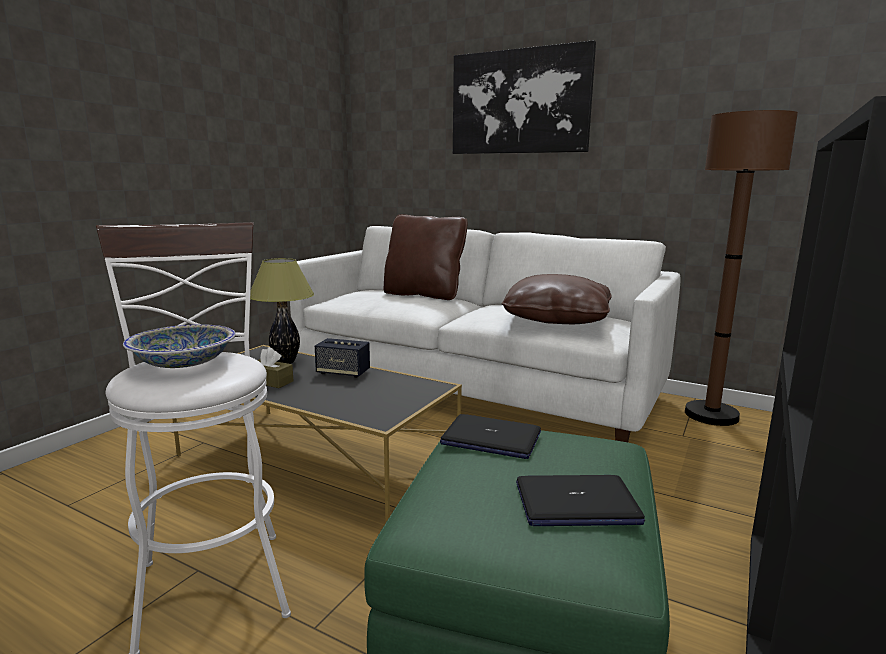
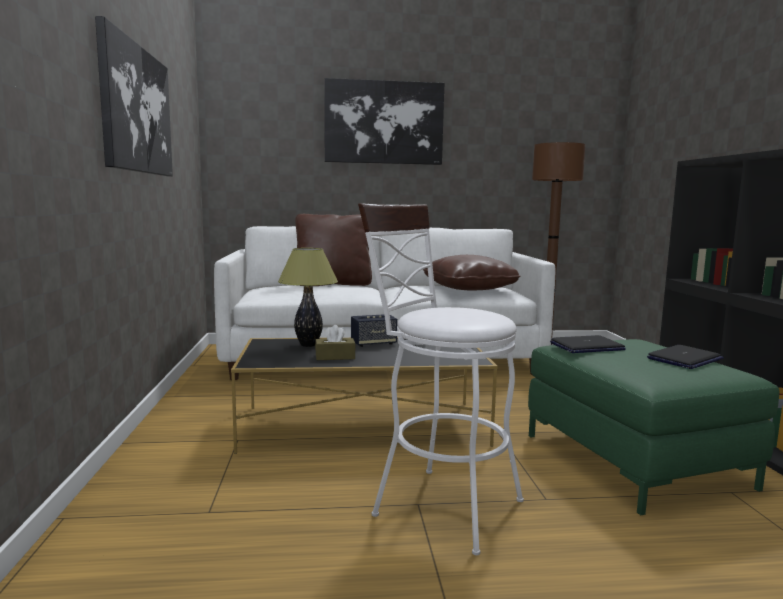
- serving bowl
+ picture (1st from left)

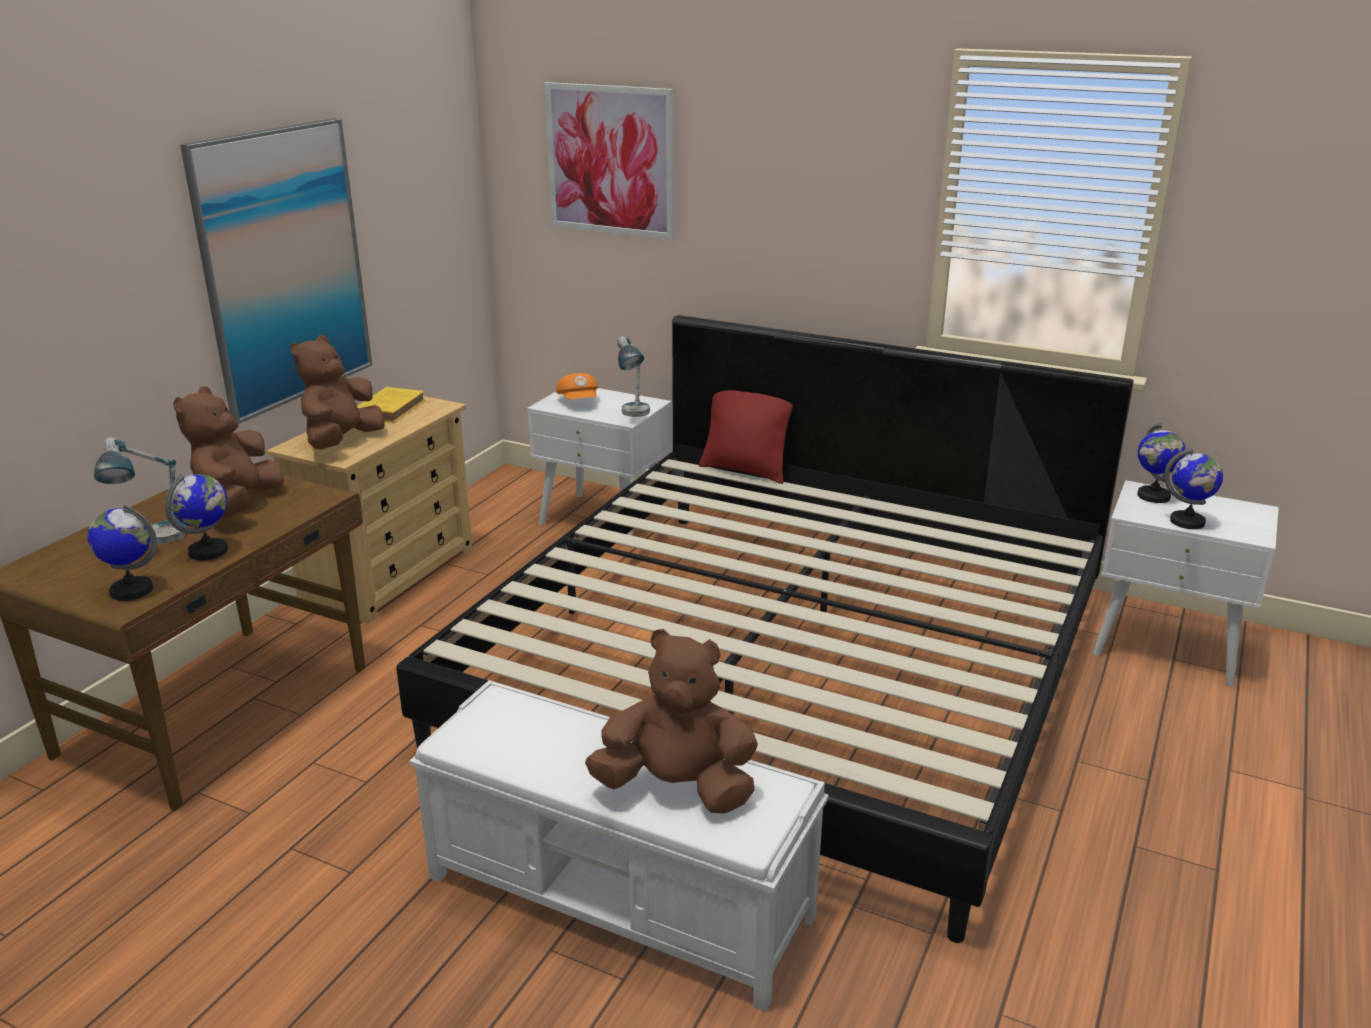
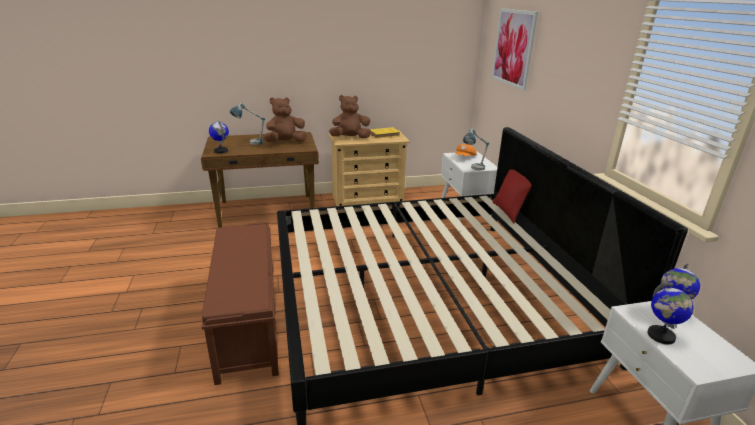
- world globe (2nd from left)
- picture (1st from left)
- brown-coloured plush toy (3rd from left)
~ whitish bench to brown-coloured bench

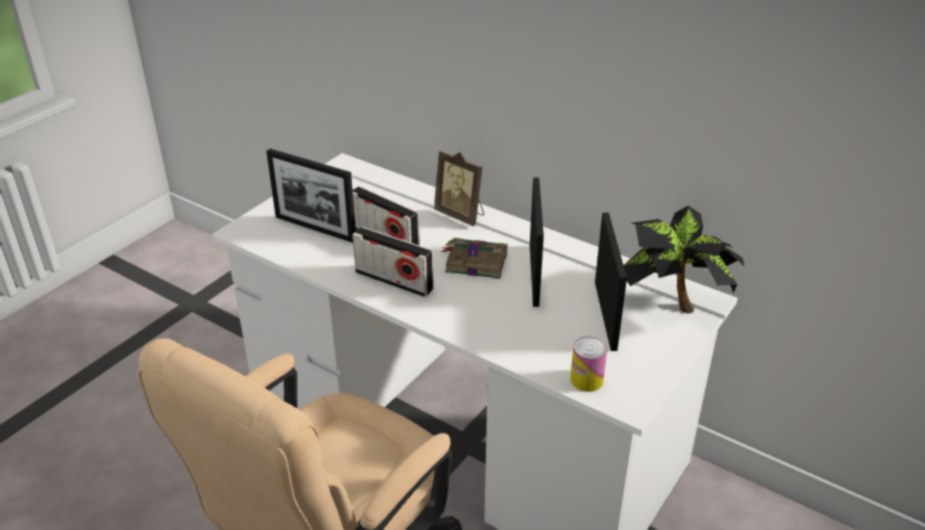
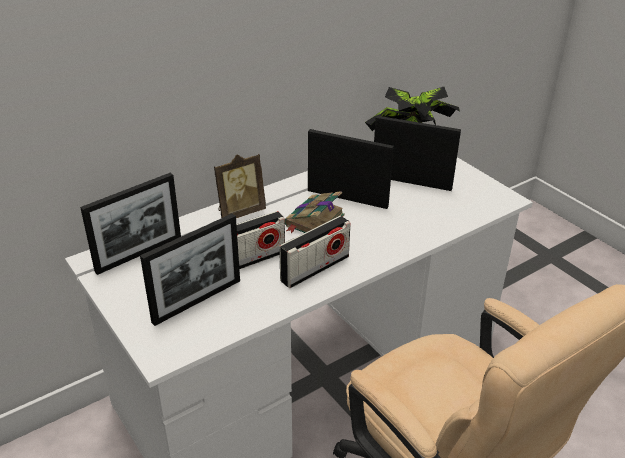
- metal can
+ standing frame (1st from left)

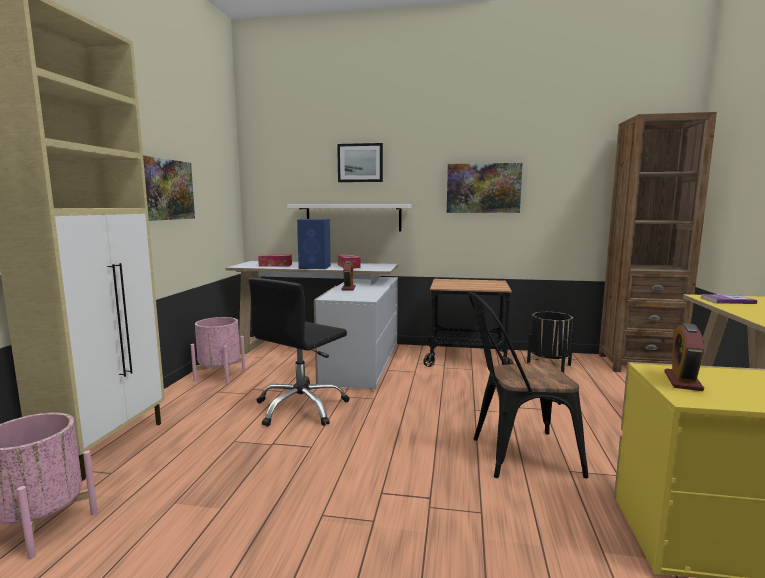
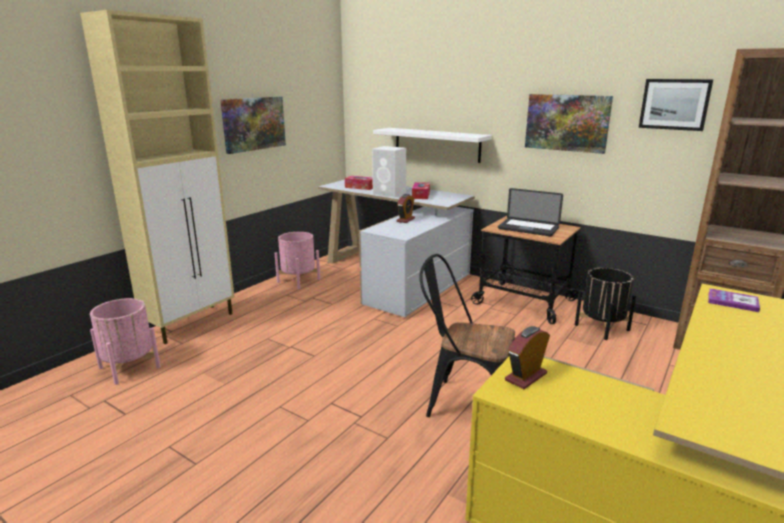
- black desk chair
+ laptop
~ picture (2nd from left in the first image) to picture (3rd from left)
~ blue speaker to whitish speaker

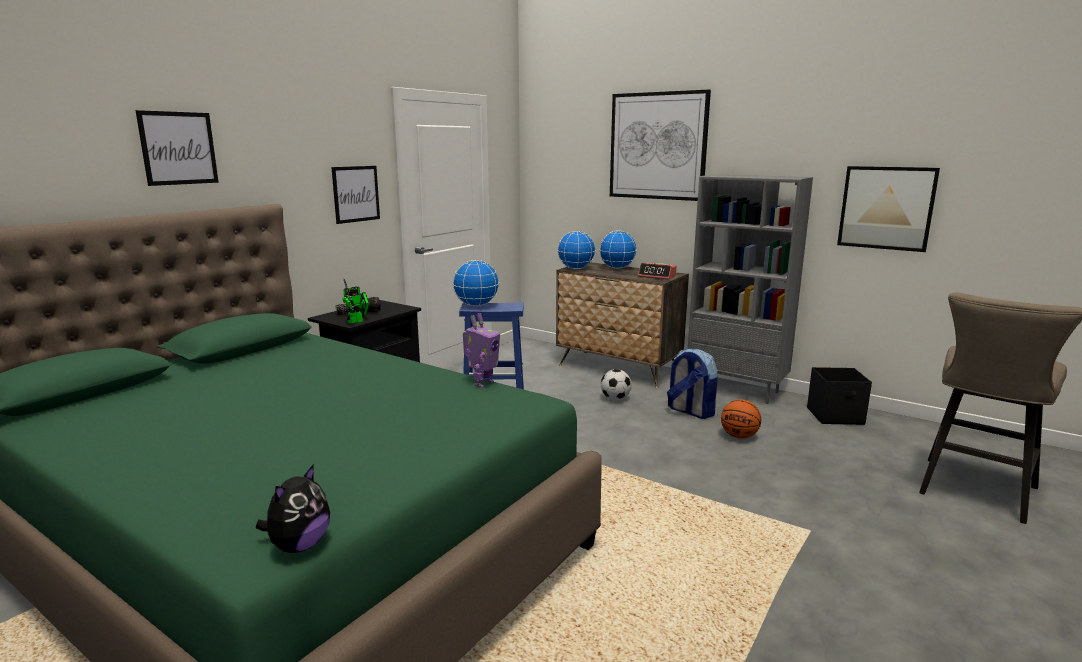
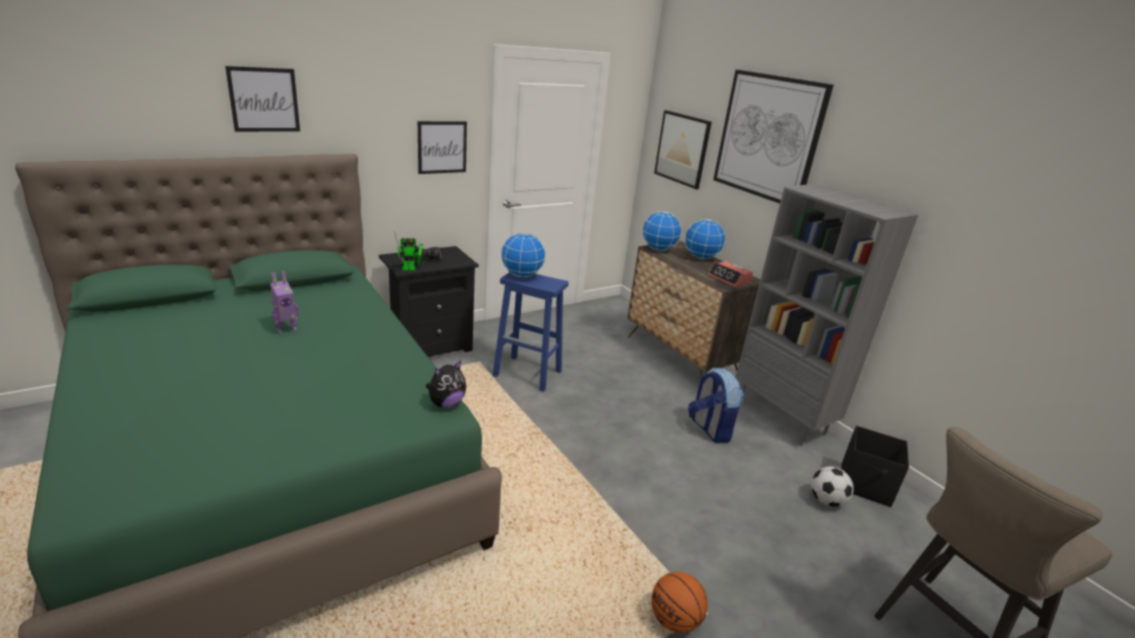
~ plush toy
~ robot figure (2nd from left in the first image) to robot figure (1st from left)
~ football ball
~ basketball ball
~ picture (4th from left in the first image) to picture (3rd from left)

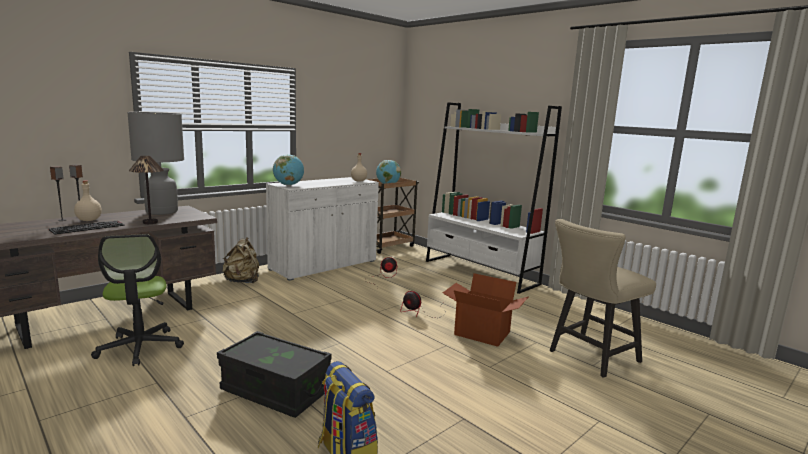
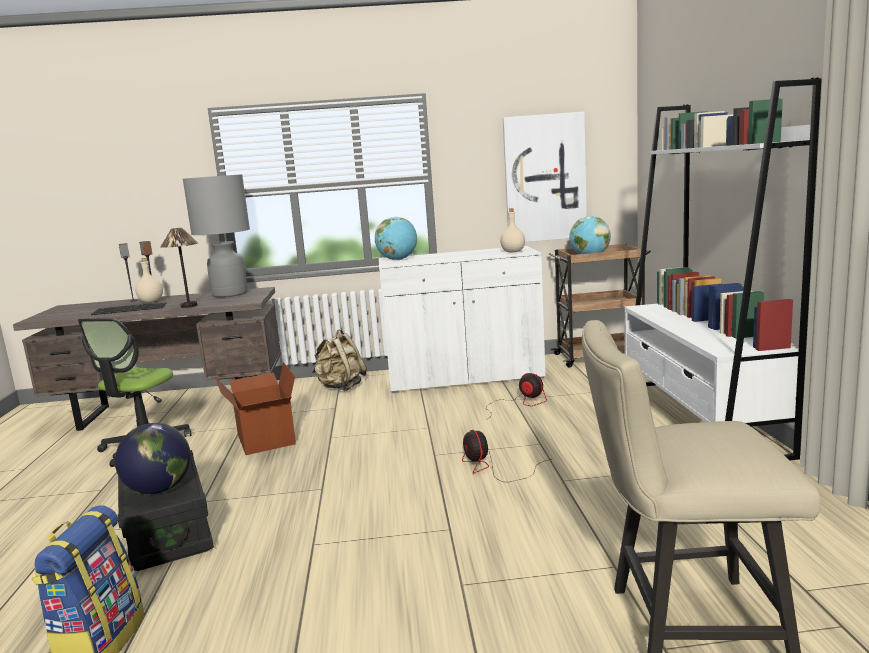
+ world globe (1st from left)
+ picture
~ carton

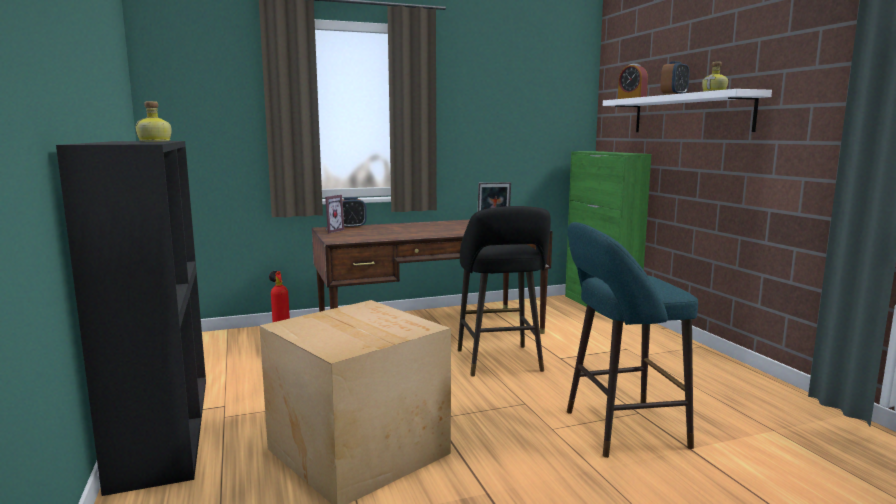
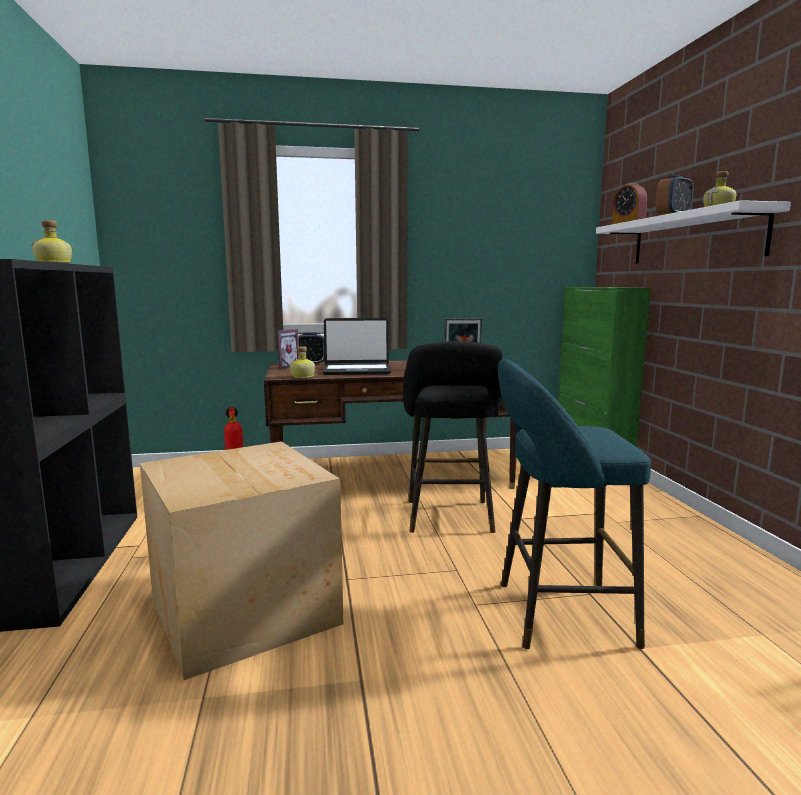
+ bottle (2nd from left)
+ laptop

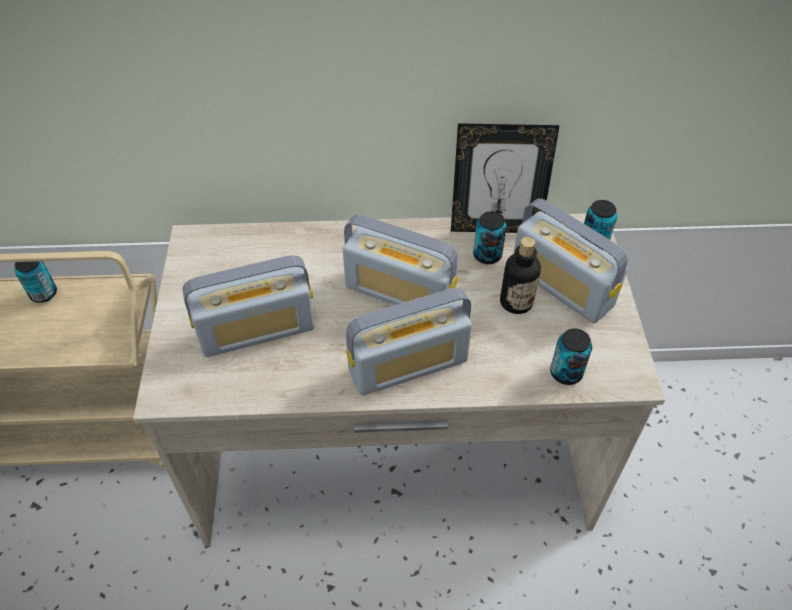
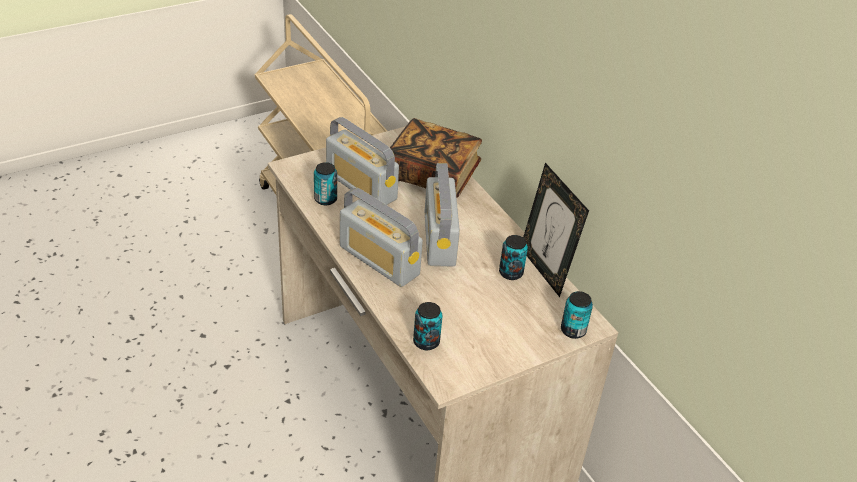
- bottle
- radio receiver (4th from left)
+ volume
~ metal can (1st from left)

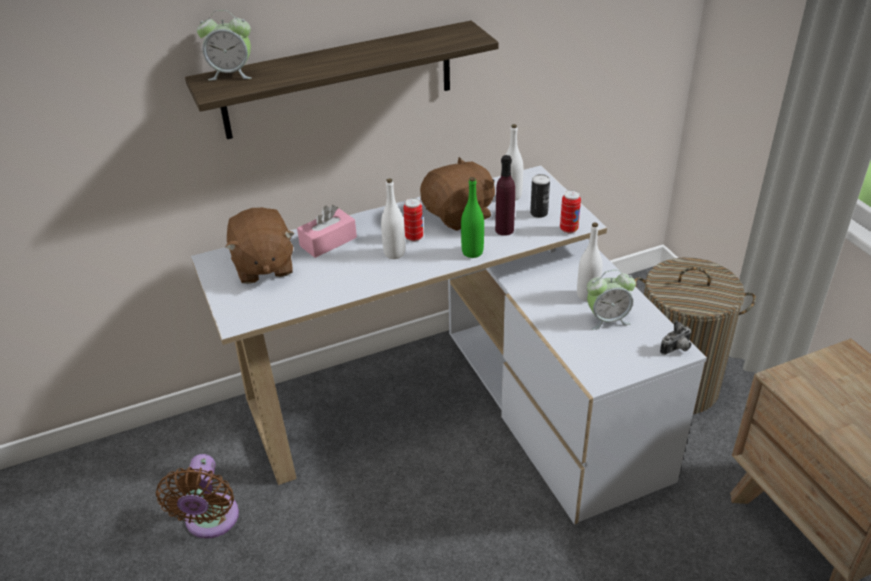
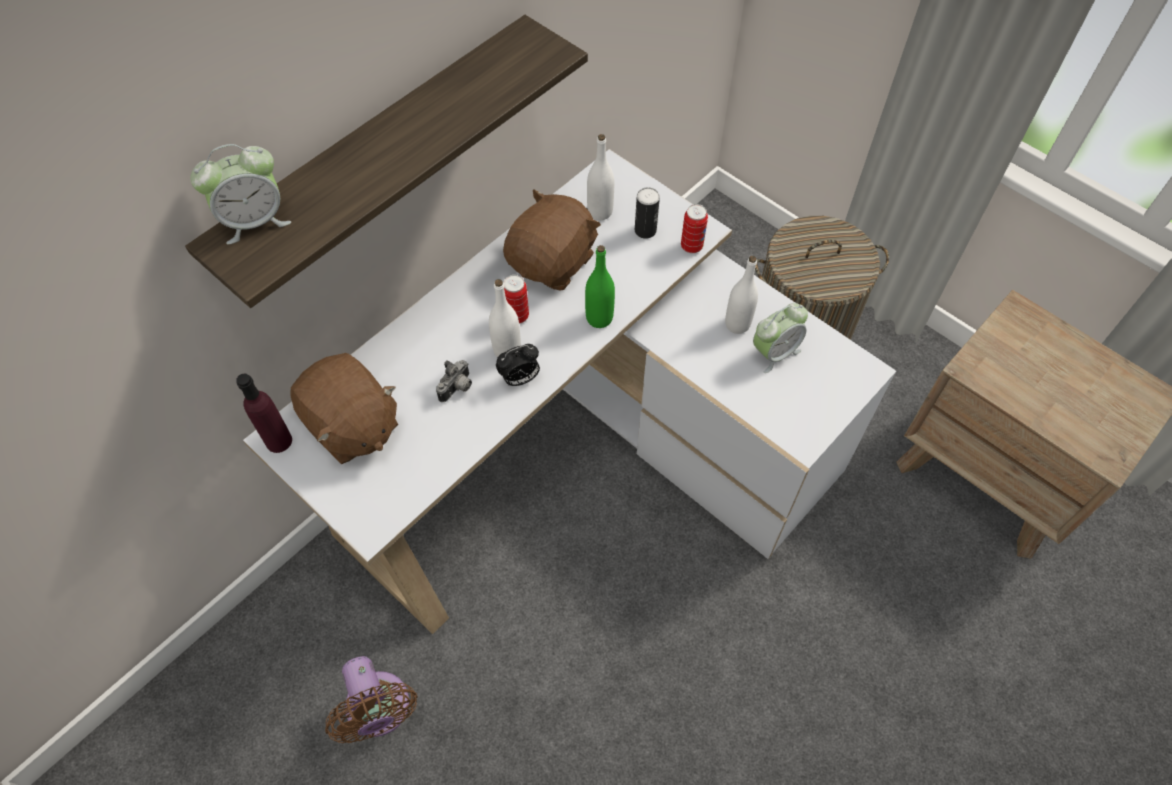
- pink-coloured box of tissues
+ table clock (2nd from left)
~ purplish bottle
~ still camera

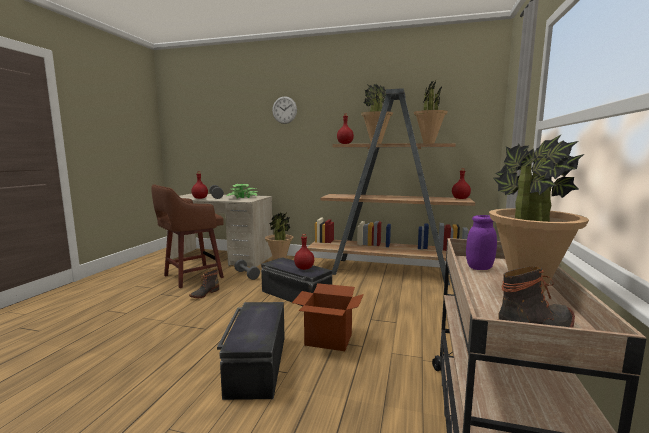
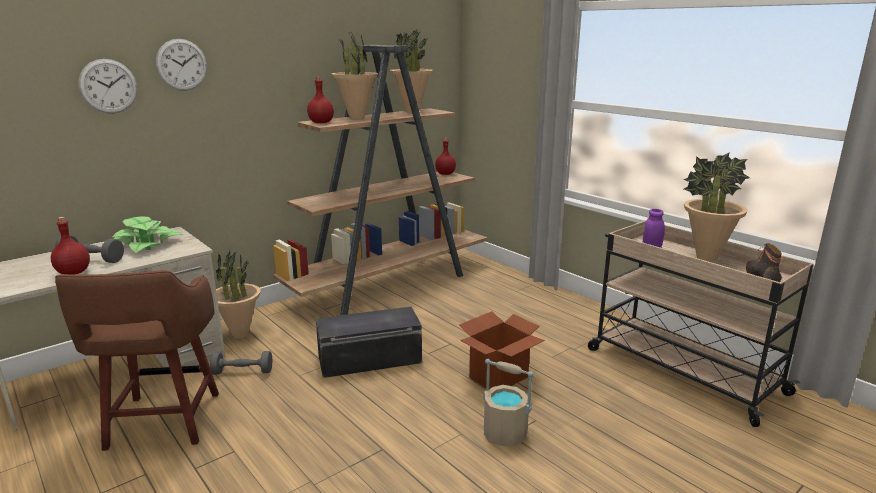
- tall boot (1st from left)
- reddish bottle (2nd from left)
+ hanging clock (1st from left)
~ black storage bin (1st from left) to sand-coloured pail

